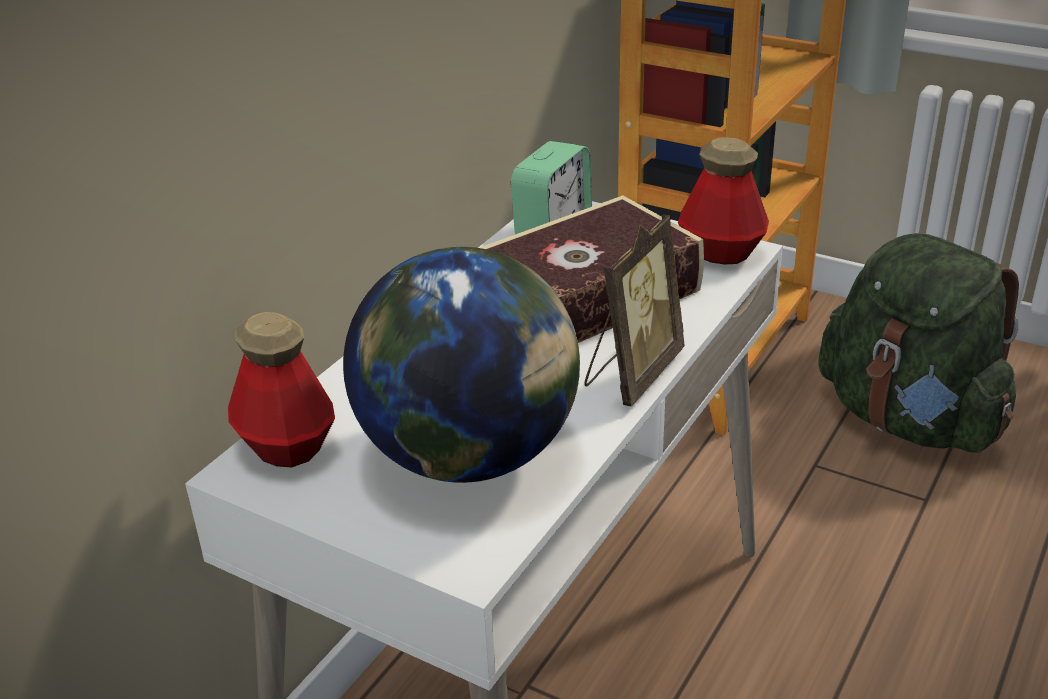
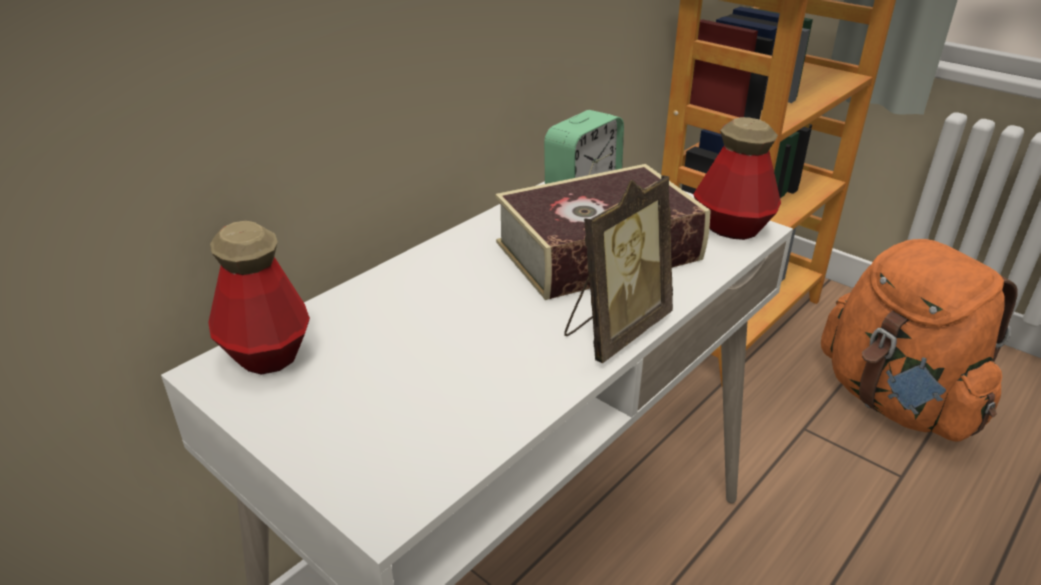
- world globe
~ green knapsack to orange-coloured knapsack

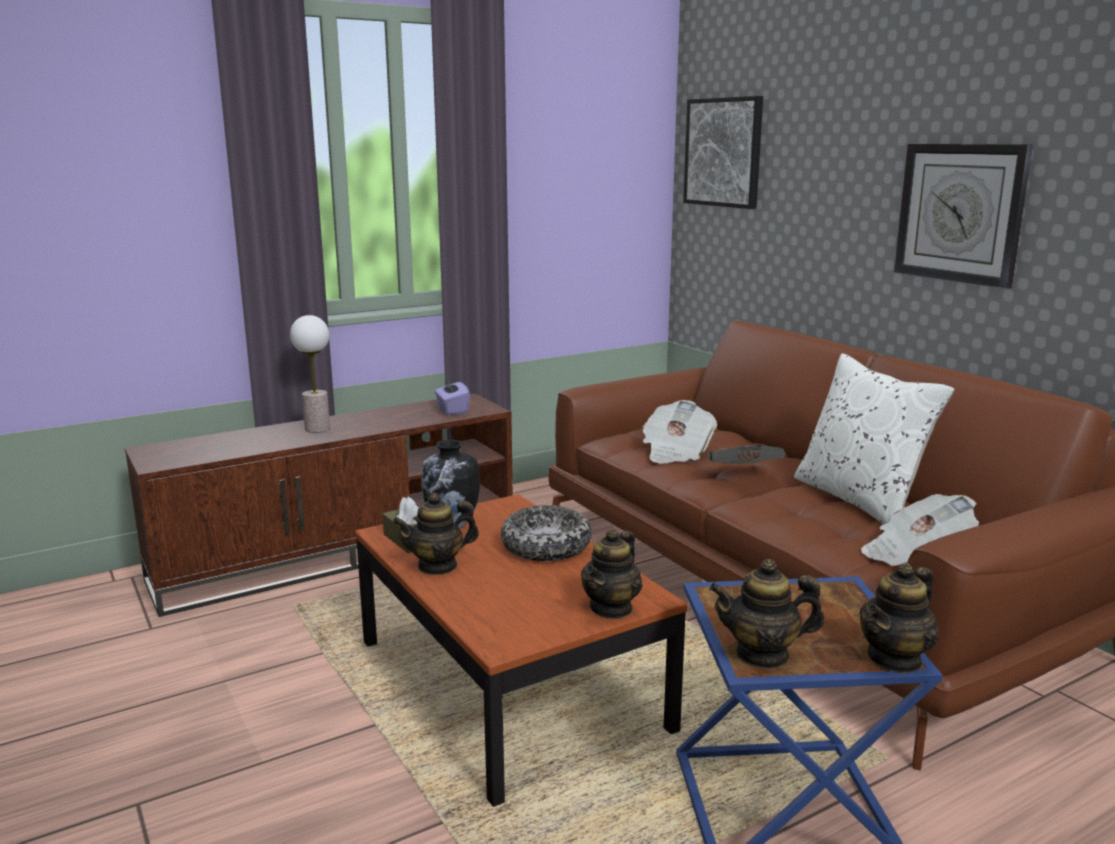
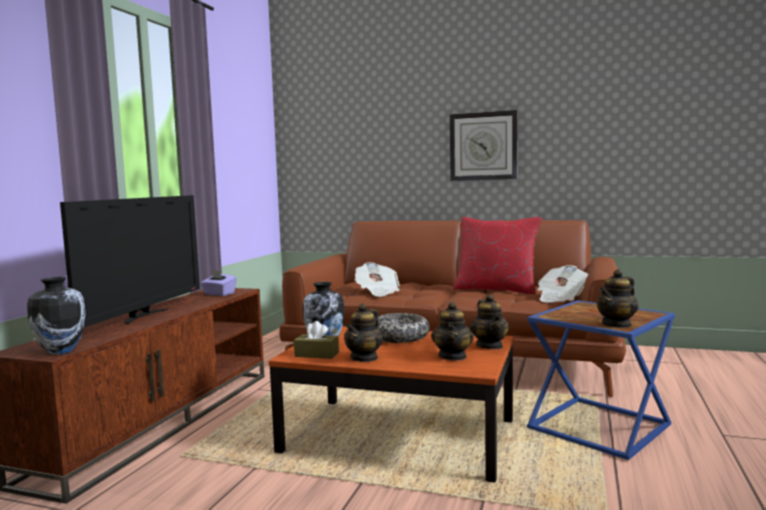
- picture
- newspaper (2nd from left)
+ flower vase (1st from left)
~ pot for tea (4th from left in the first image) to pot for tea (2nd from left)
~ table lamp to television
~ whitish throw pillow to reddish throw pillow

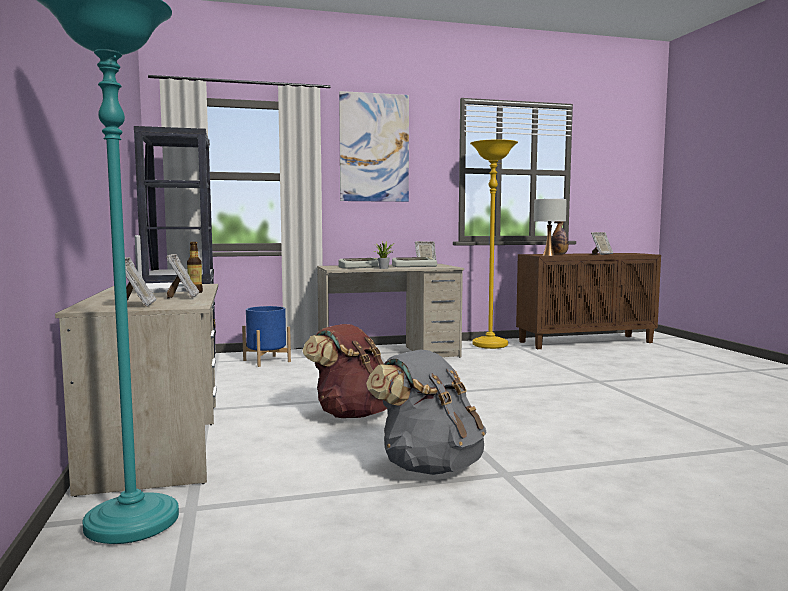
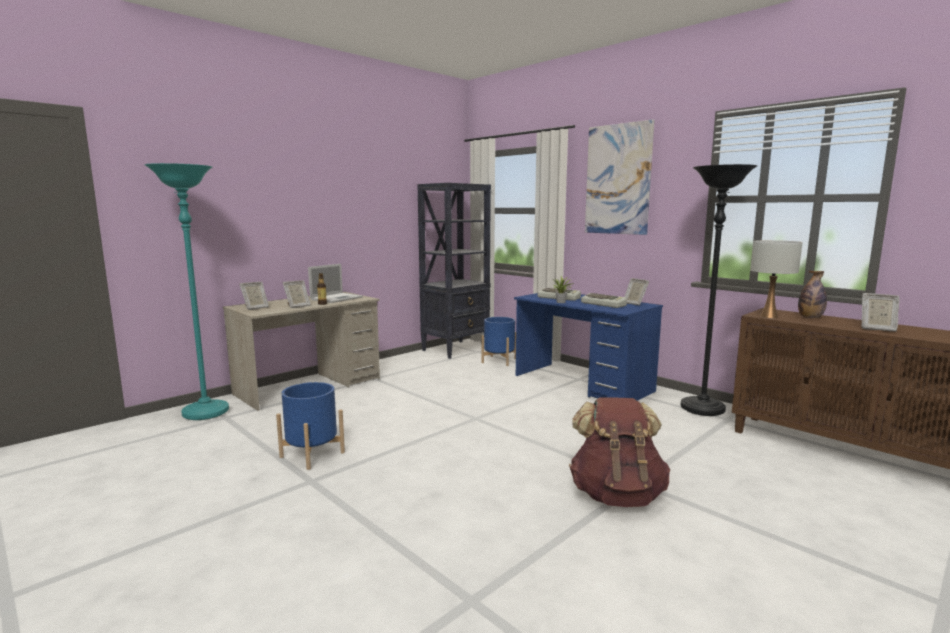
~ brown-coloured knapsack
~ grey knapsack to blue plant pot (1st from left)
~ sand-coloured desk unit (2nd from left) to blue desk unit
~ yellowish standing lamp to black standing lamp

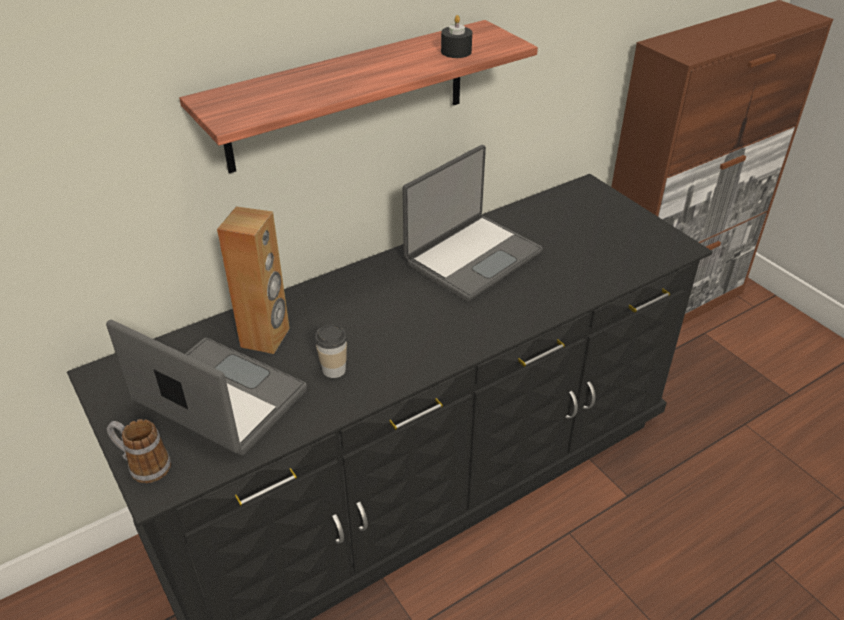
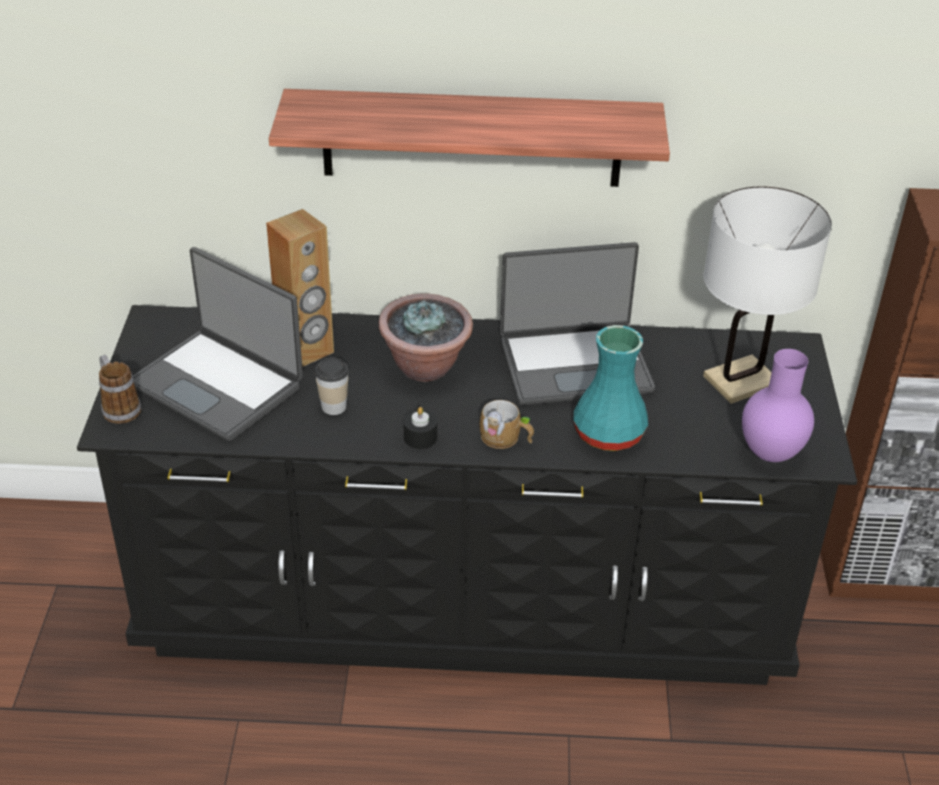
+ potted plant
+ coffee mug (2nd from left)
+ turquoise-coloured flower vase
+ whitish table lamp
+ purplish flower vase
~ black wax light
~ laptop (1st from left) 150 degrees clockwise

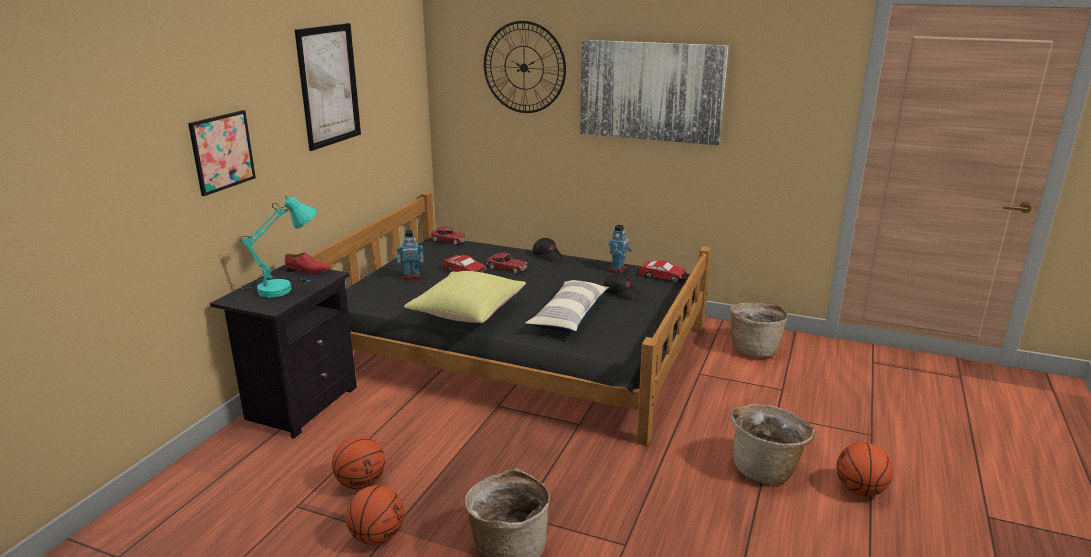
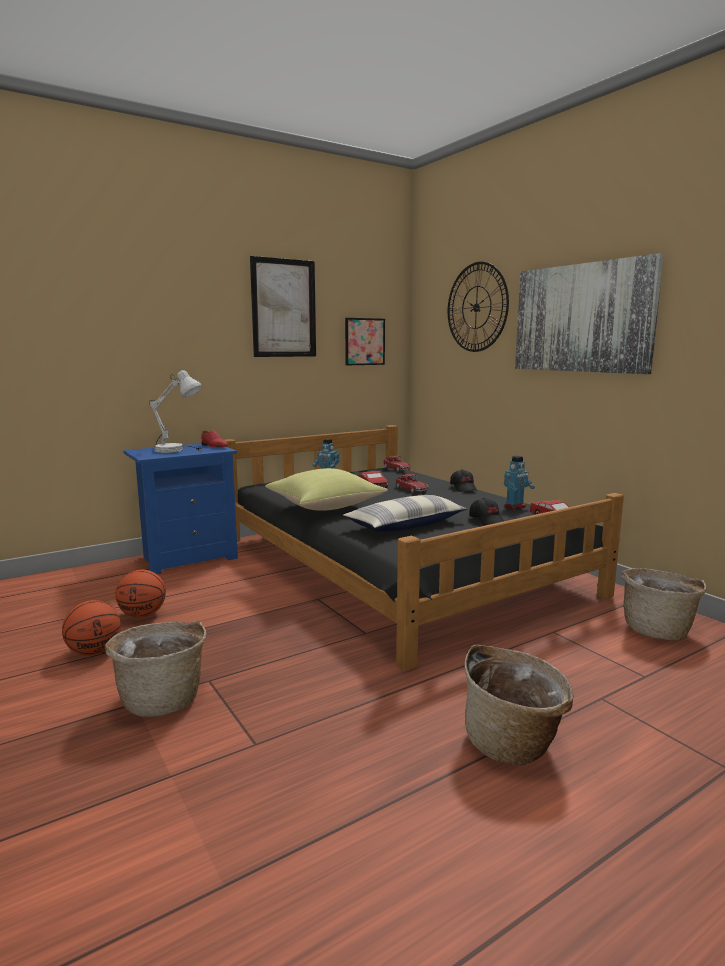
- basketball ball (3rd from left)
~ picture (1st from left in the first image) to picture (2nd from left)
~ black bedside table to blue bedside table
~ turquoise-coloured table lamp to whitish table lamp

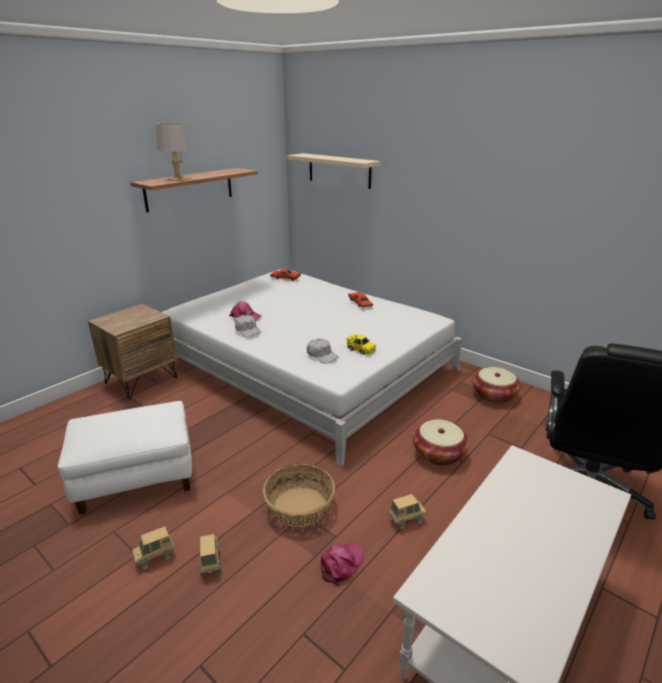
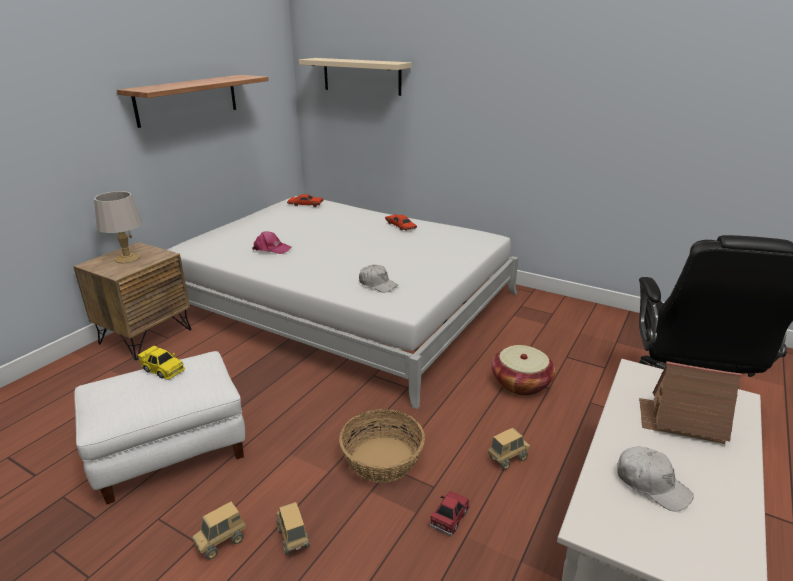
- household basket (3rd from left)
+ toy house
~ grey table lamp
~ whitish peaked cap (1st from left in the first image) to whitish peaked cap (2nd from left)
~ yellowish miniature car
~ pink-coloured peaked cap (2nd from left) to reddish miniature car (3rd from left)

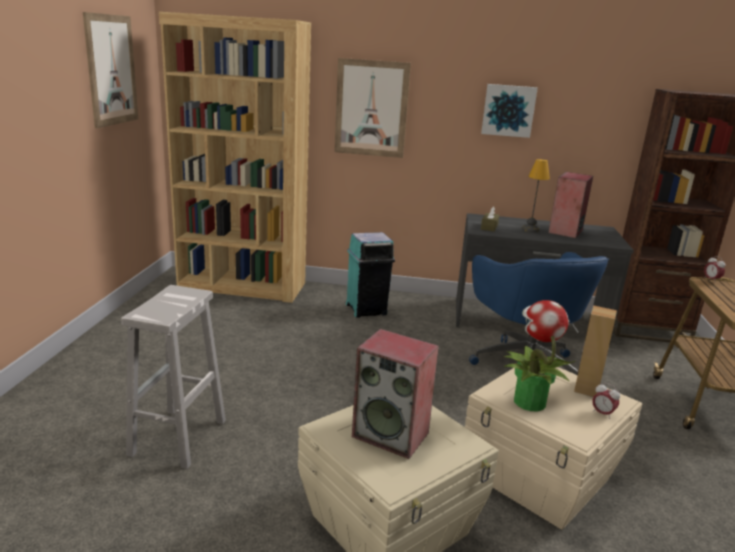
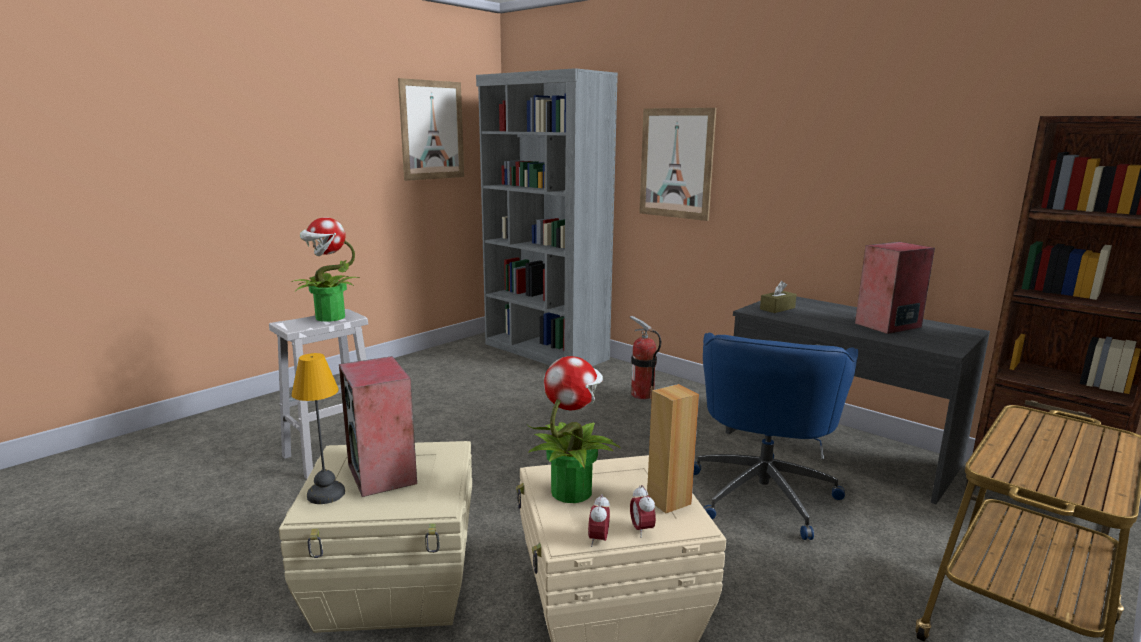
- picture (3rd from left)
+ potted plant (1st from left)
~ table lamp
~ table clock (2nd from left in the first image) to table clock (1st from left)
~ turquoise-coloured trash can to extinguisher
~ brown-coloured bookcase (1st from left) to grey bookcase

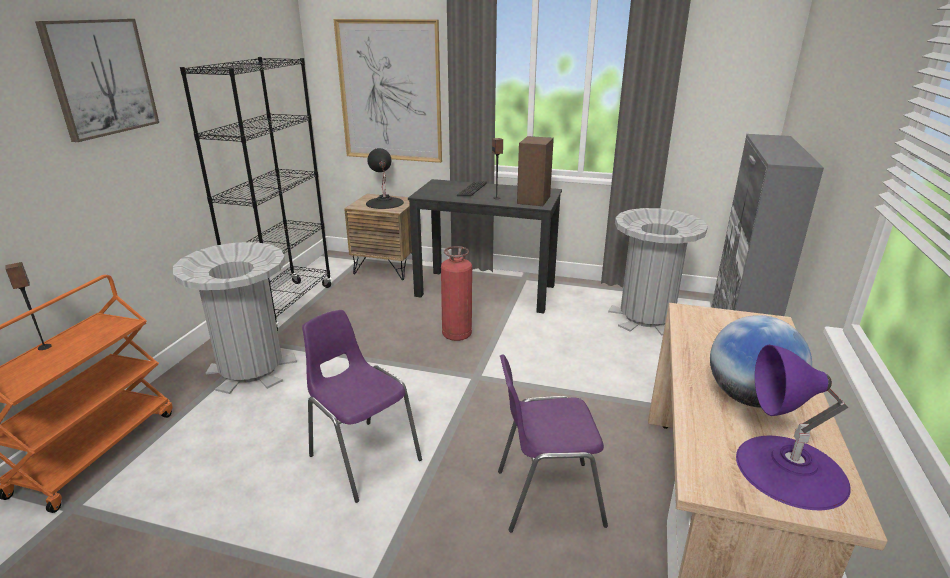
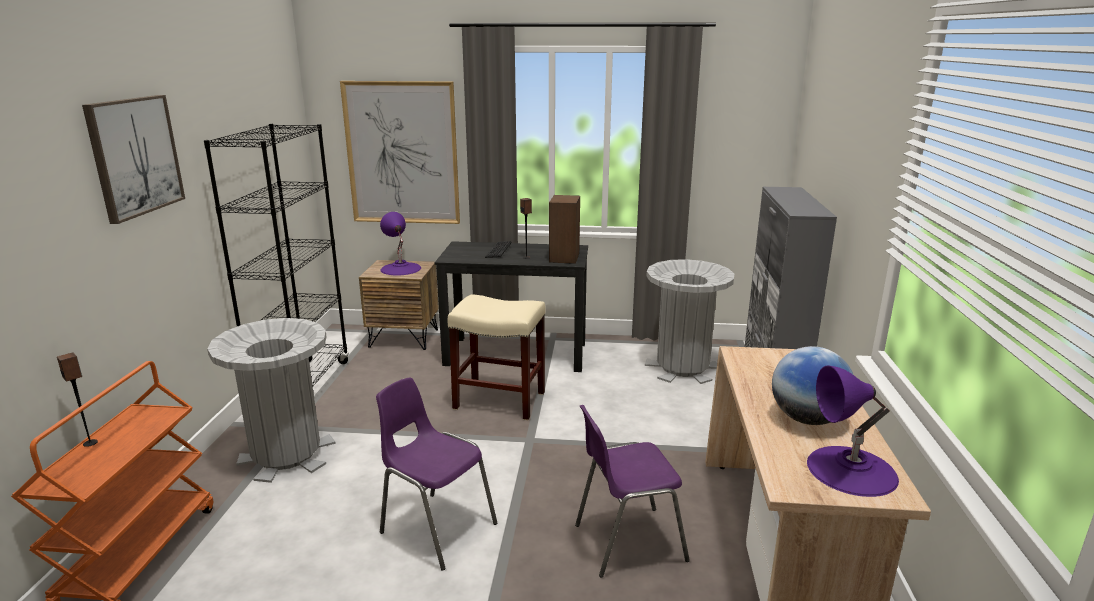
~ extinguisher to sand-coloured stool
~ black table lamp to purplish table lamp (1st from left)

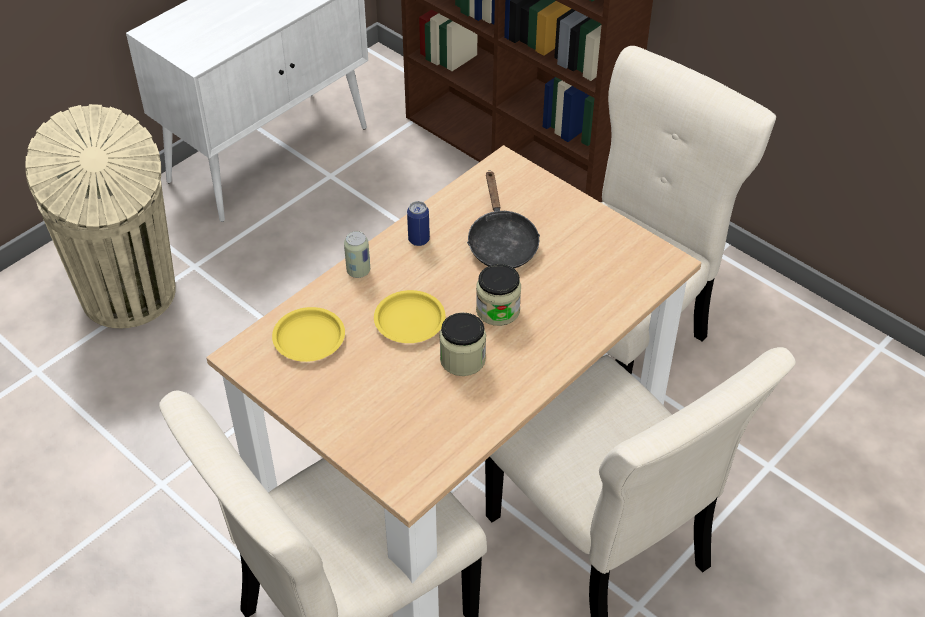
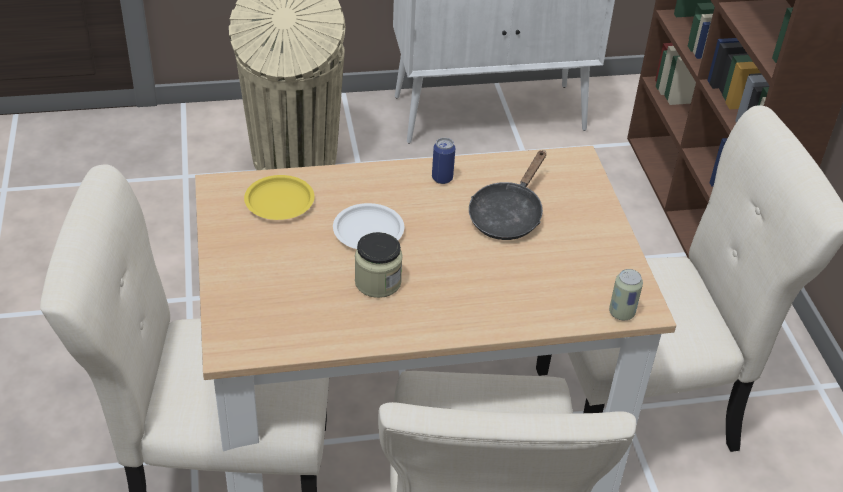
- storage jar (2nd from left)
~ metal can (1st from left in the first image) to metal can (2nd from left)
~ yellowish dinner plate (2nd from left) to whitish dinner plate

